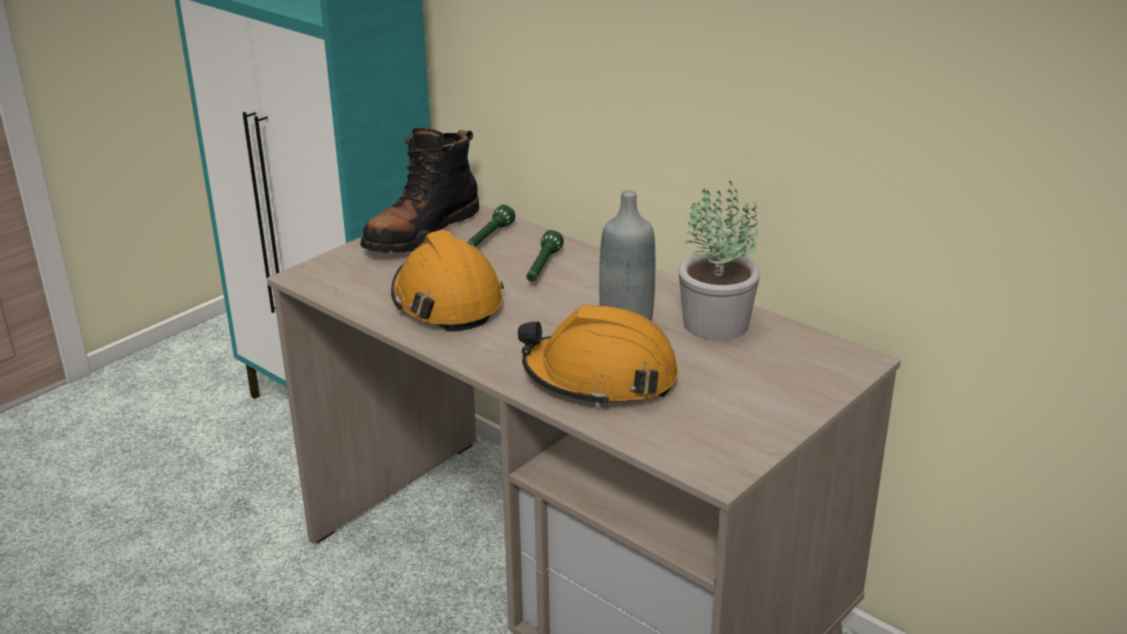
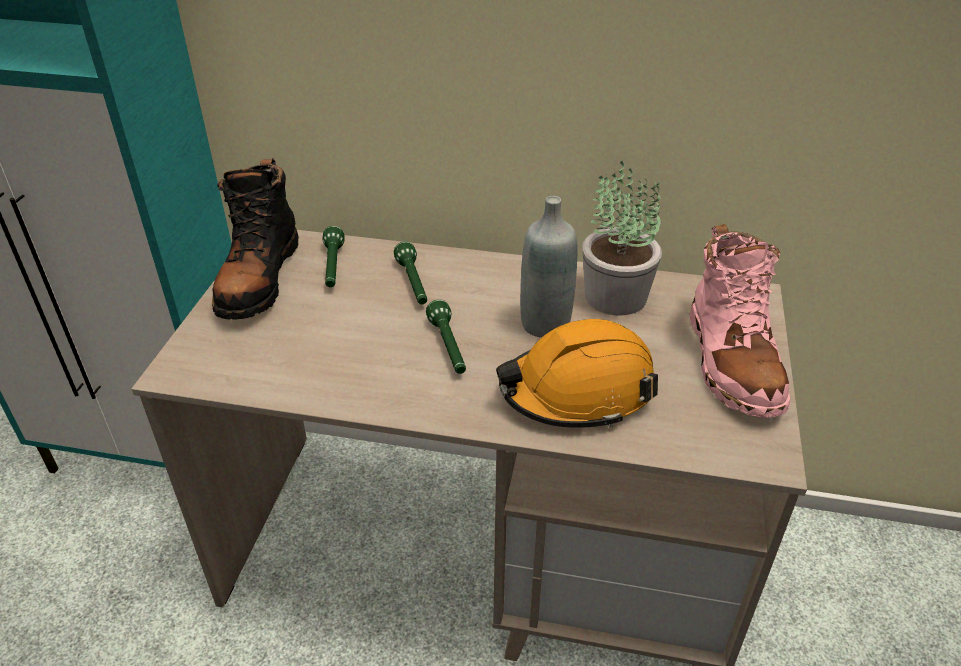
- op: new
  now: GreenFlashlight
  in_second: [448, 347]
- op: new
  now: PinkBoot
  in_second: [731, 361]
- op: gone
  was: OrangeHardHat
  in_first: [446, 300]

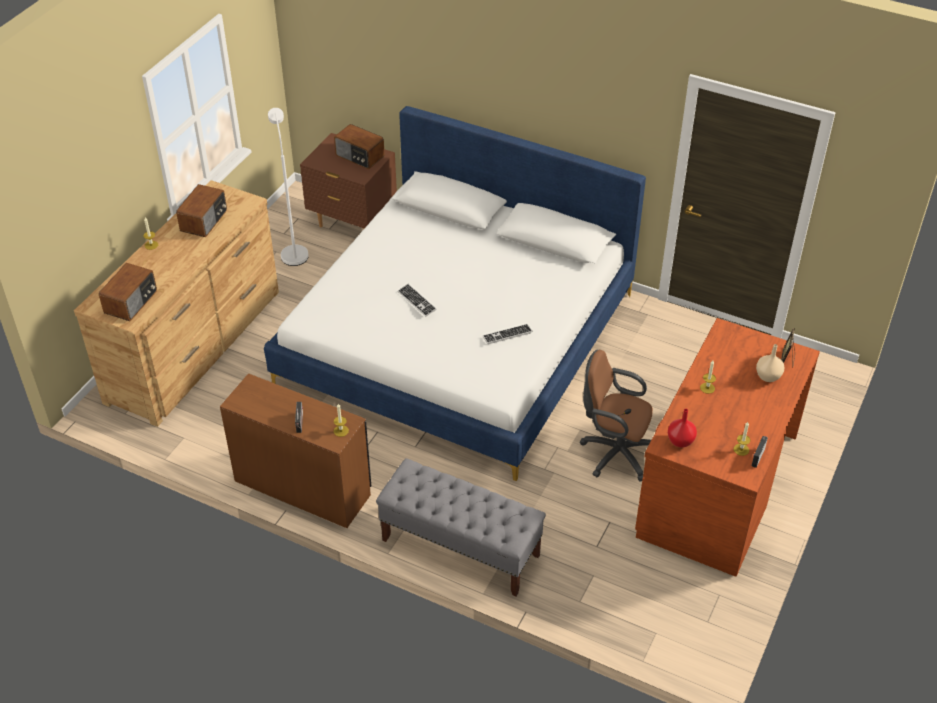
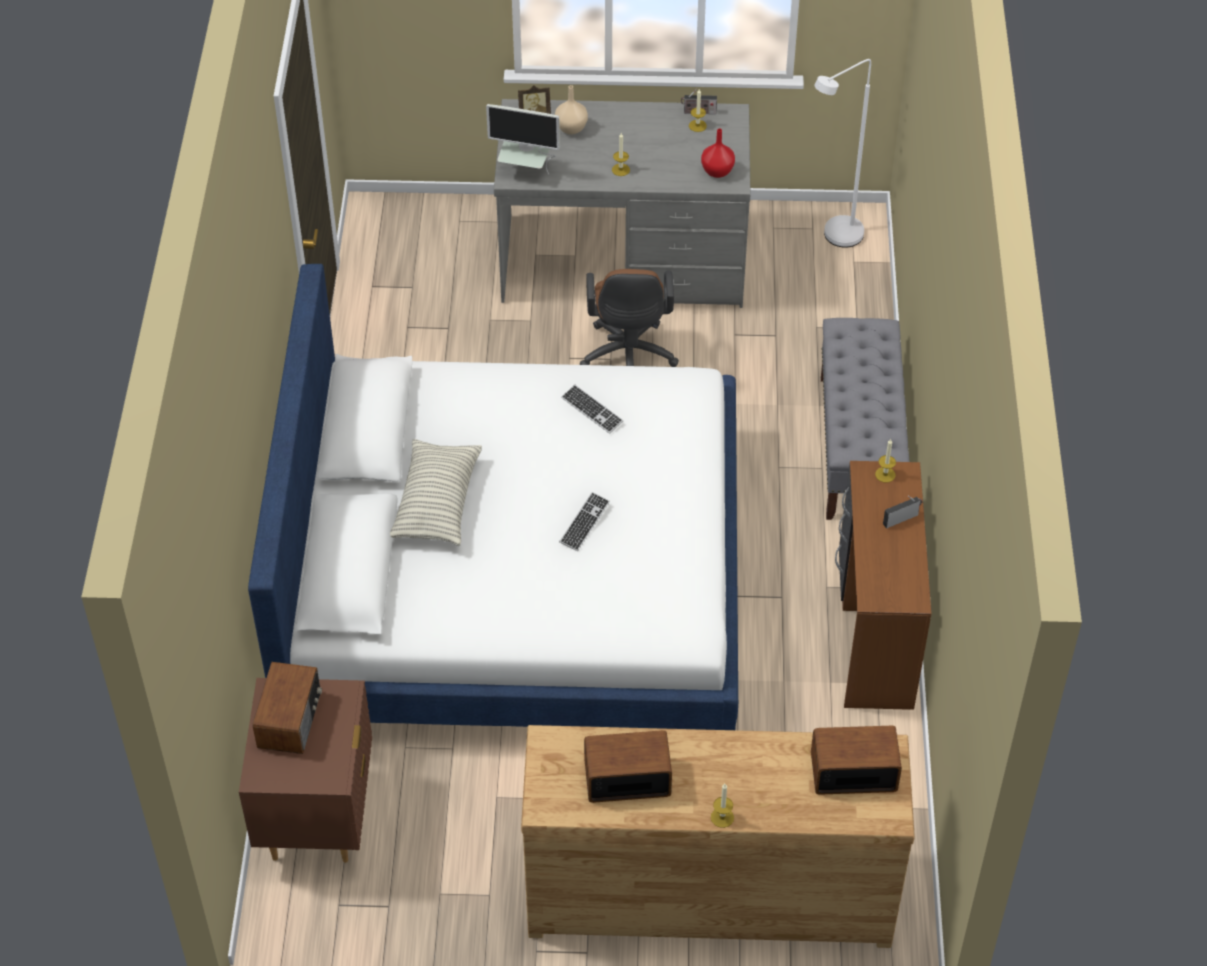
- op: new
  now: Pillow
  in_second: [437, 503]
- op: new
  now: Monitor
  in_second: [526, 170]
- op: repainted
  was: BrownDesk
  now: GreyDesk
  in_first: [716, 486]
  in_second: [624, 262]
- op: shifted
  was: WhiteFloorLamp
  in_first: [293, 252]
  in_second: [835, 238]

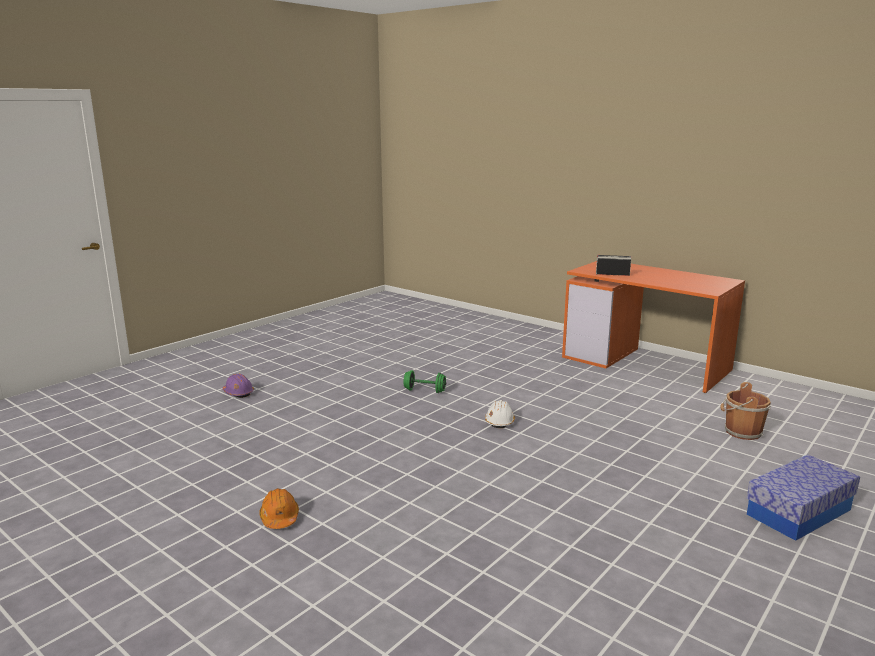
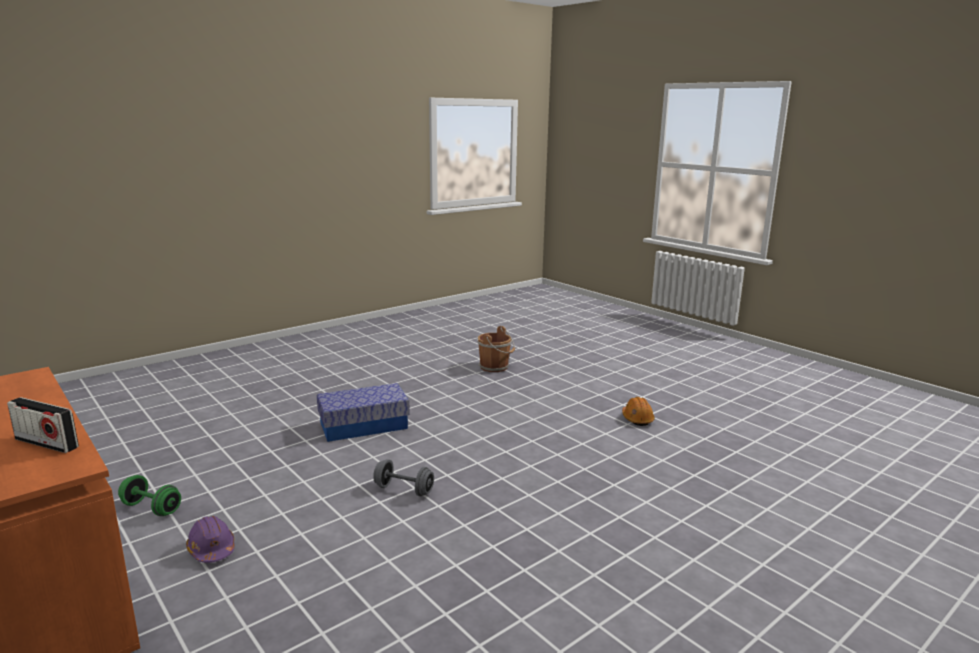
- op: shifted
  was: GreenDumbbell
  in_first: [424, 391]
  in_second: [151, 508]
- op: shifted
  was: PurpleHardHat
  in_first: [238, 393]
  in_second: [211, 549]
- op: shifted
  was: StorageBox
  in_first: [798, 512]
  in_second: [364, 425]
- op: swapped
  was: WhiteHardHat
  now: GreyDumbbell
  in_first: [499, 421]
  in_second: [404, 490]
- op: shifted
  was: BrownBucket
  in_first: [741, 432]
  in_second: [495, 367]

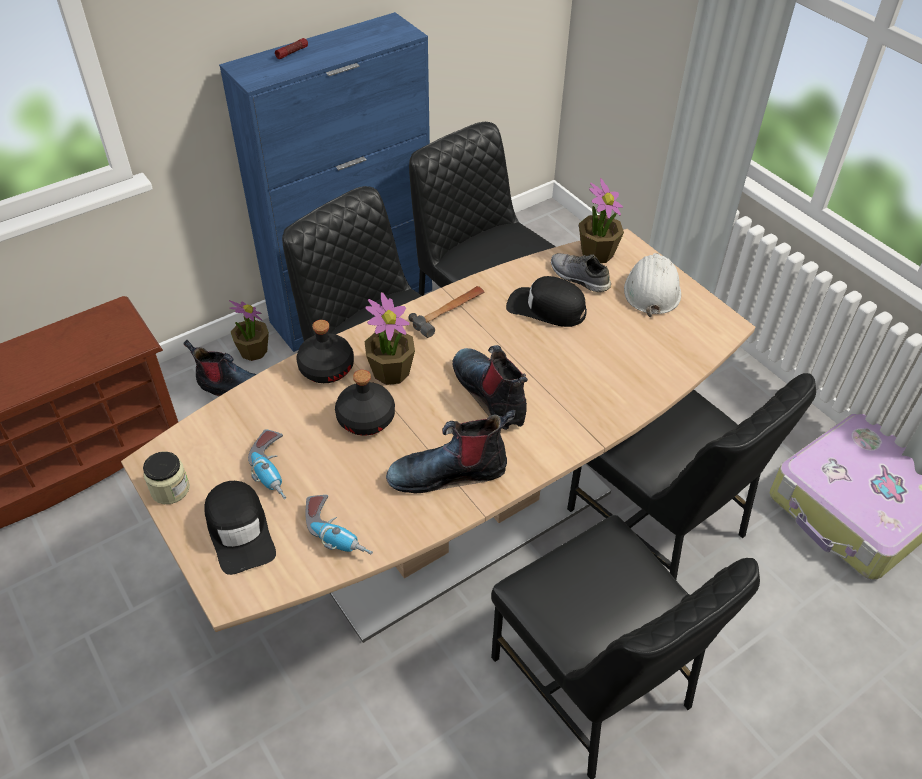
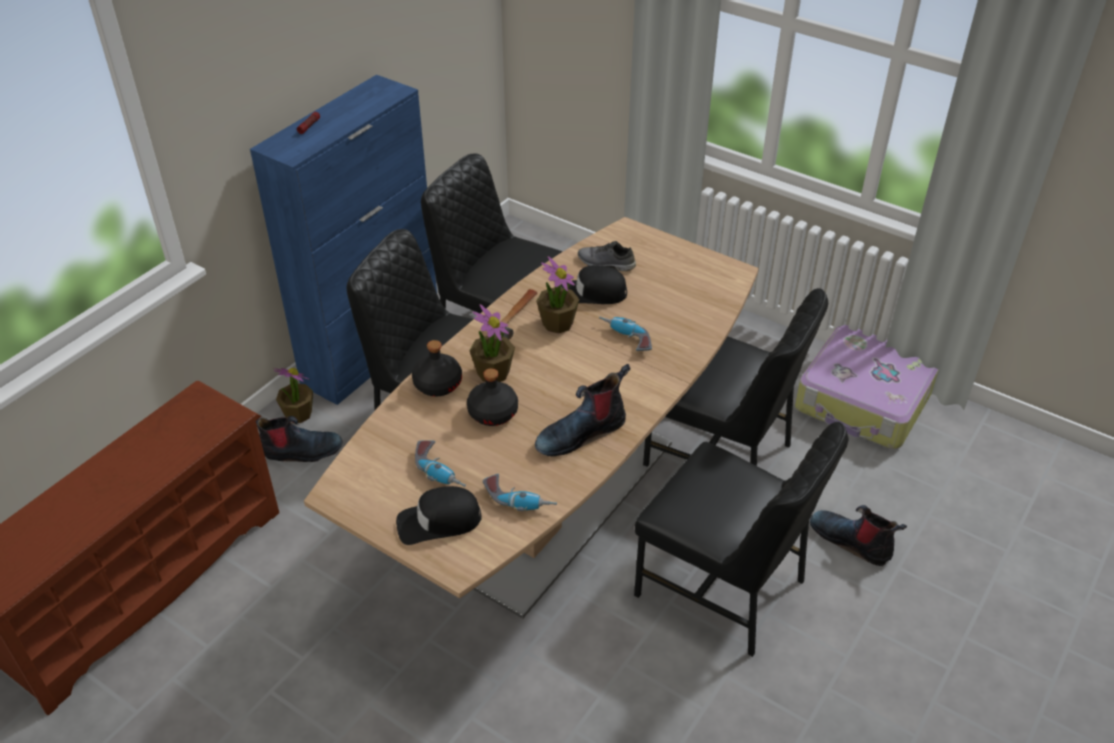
- op: rotated
  was: BlackCap
  in_first: [240, 531]
  in_second: [439, 521]
  clockwise: 120
- op: shifted
  was: PottedPlant
  in_first: [597, 253]
  in_second: [557, 323]
- op: new
  now: PowerDrill
  in_second: [625, 339]
- op: shifted
  was: Boot
  in_first: [491, 394]
  in_second: [852, 541]
- op: gone
  was: Jar
  in_first: [170, 489]
- op: gone
  was: WhiteHardHat
  in_first: [651, 290]

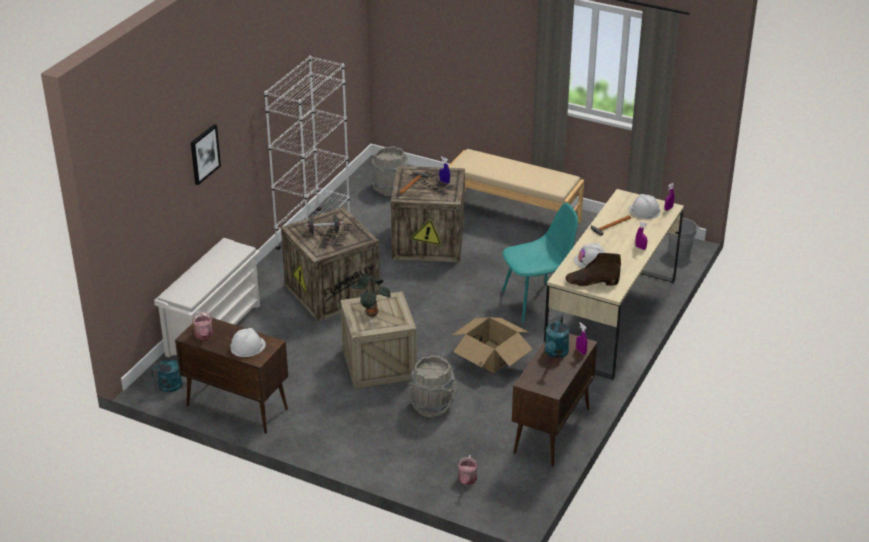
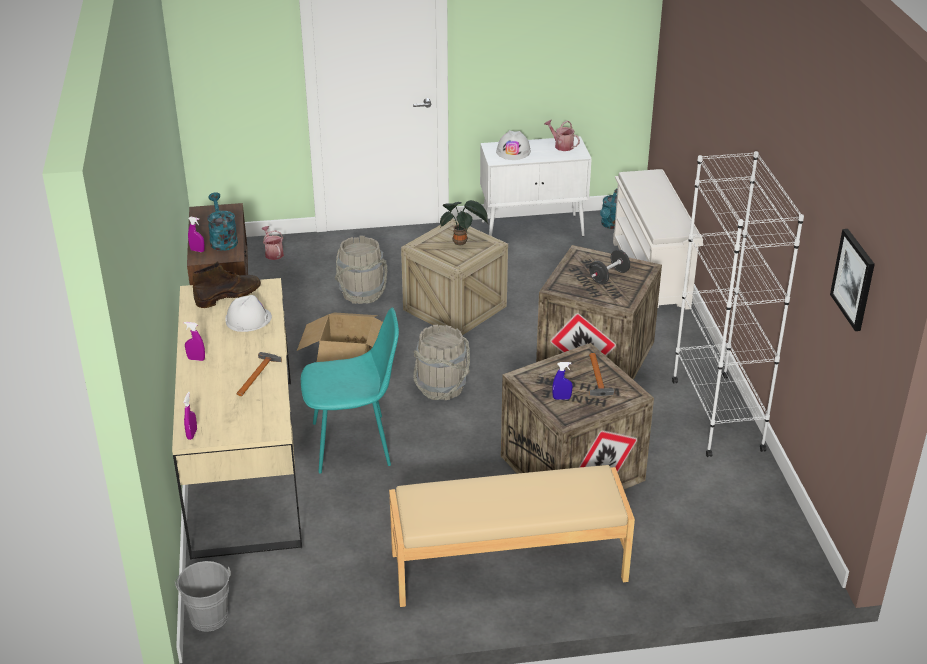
- op: rotated
  was: TurquoiseChair
  in_first: [537, 302]
  in_second: [354, 444]
  clockwise: -135
- op: shifted
  was: GreyBucket
  in_first: [390, 188]
  in_second: [442, 387]
- op: repainted
  was: BrownCabinet
  now: WhiteCabinet
  in_first: [236, 407]
  in_second: [533, 229]
- op: shifted
  was: Picture
  in_first: [204, 154]
  in_second: [854, 279]
- op: gone
  was: WhiteHardHat
  in_first: [644, 210]

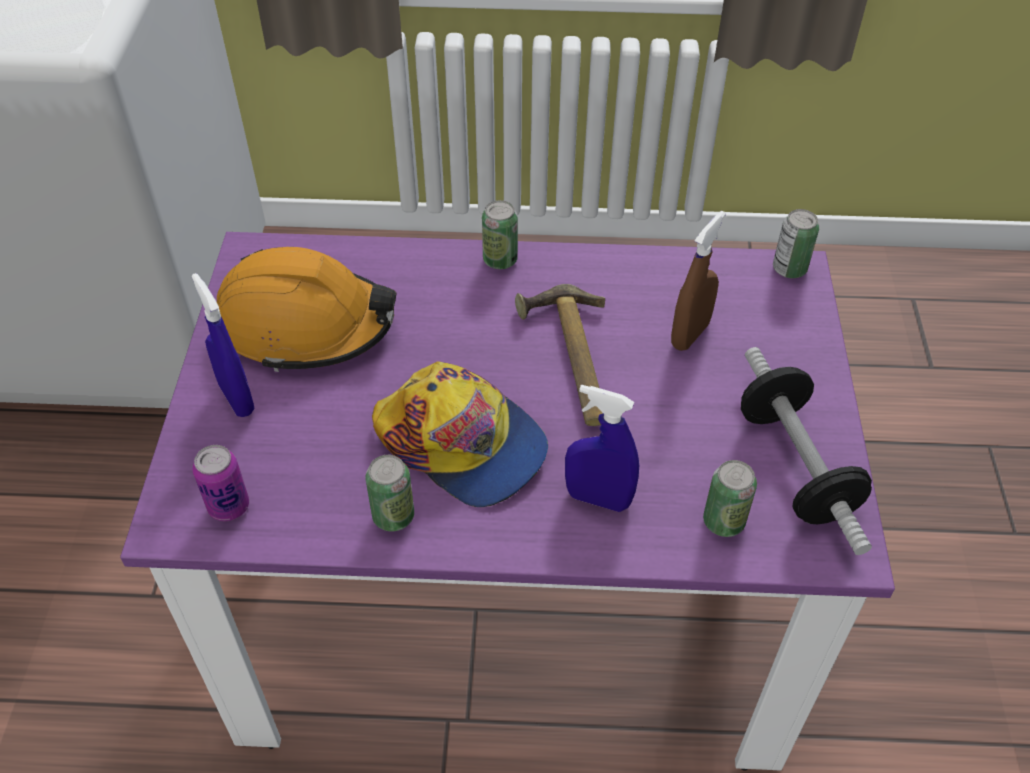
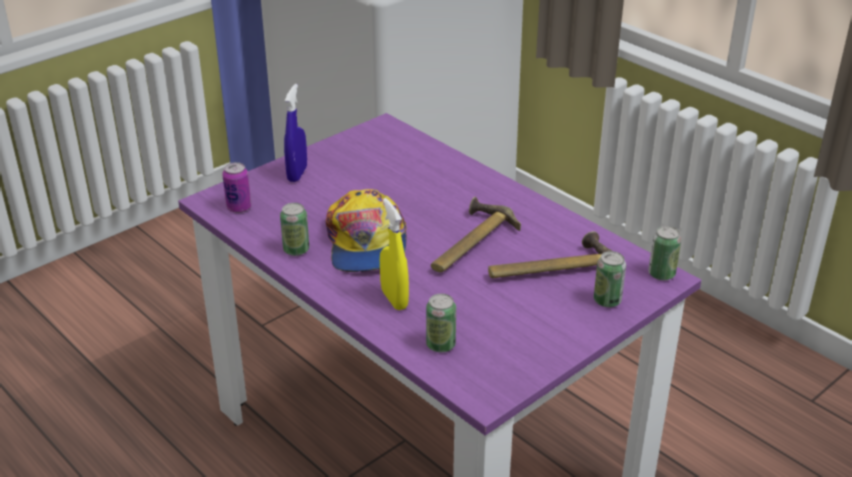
- op: repainted
  was: BlueSprayBottle
  now: YellowSprayBottle
  in_first: [598, 499]
  in_second: [394, 299]
- op: swapped
  was: BrownSprayBottle
  now: Hammer
  in_first: [690, 335]
  in_second: [550, 268]
- op: shifted
  was: Can
  in_first: [500, 260]
  in_second: [607, 301]
- op: gone
  was: OrangeHardHat
  in_first: [306, 325]
- op: gone
  was: Dumbbell
  in_first: [795, 467]

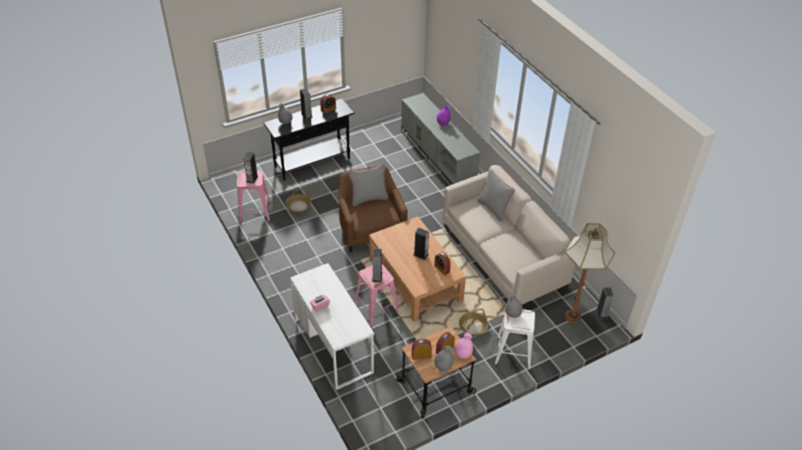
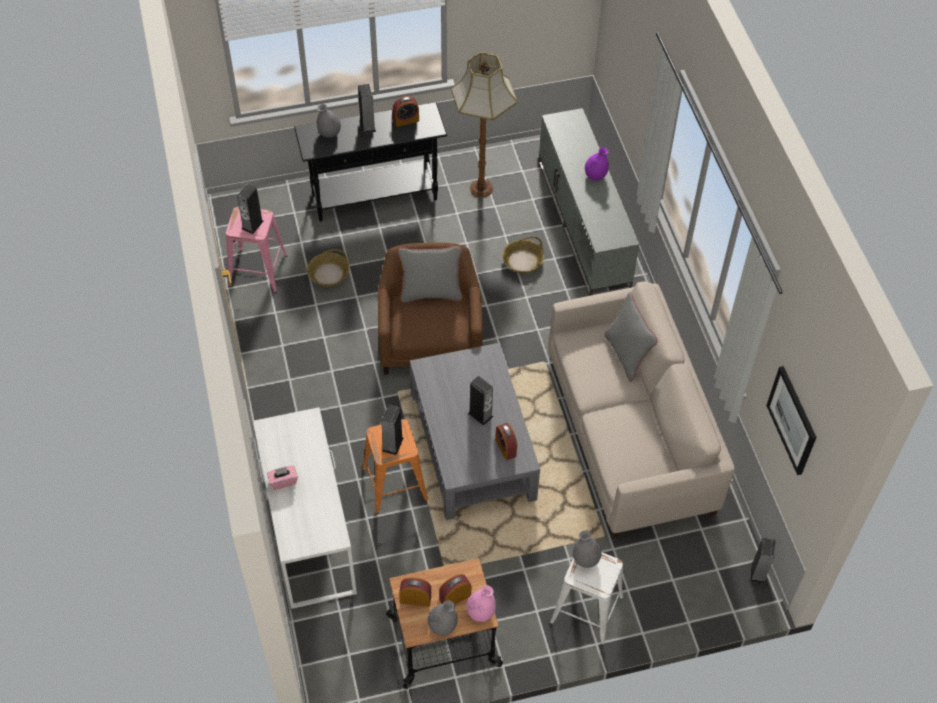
- op: repainted
  was: PinkStool
  now: OrangeStool
  in_first: [376, 309]
  in_second: [395, 484]
- op: repainted
  was: BrownCoffeeTable
  now: GreyCoffeeTable
  in_first: [415, 280]
  in_second: [473, 446]
- op: shifted
  was: FloorLamp
  in_first: [573, 316]
  in_second: [482, 188]
- op: shifted
  was: Basket
  in_first: [473, 327]
  in_second: [522, 261]
- op: new
  now: Picture
  in_second: [792, 420]

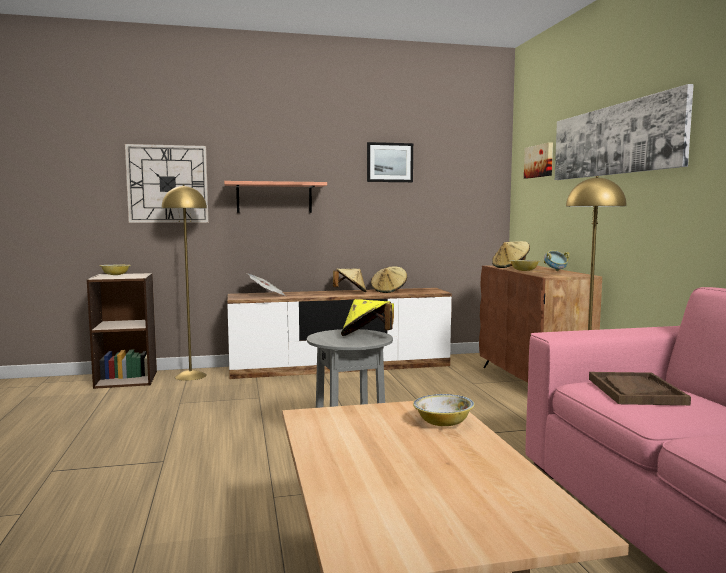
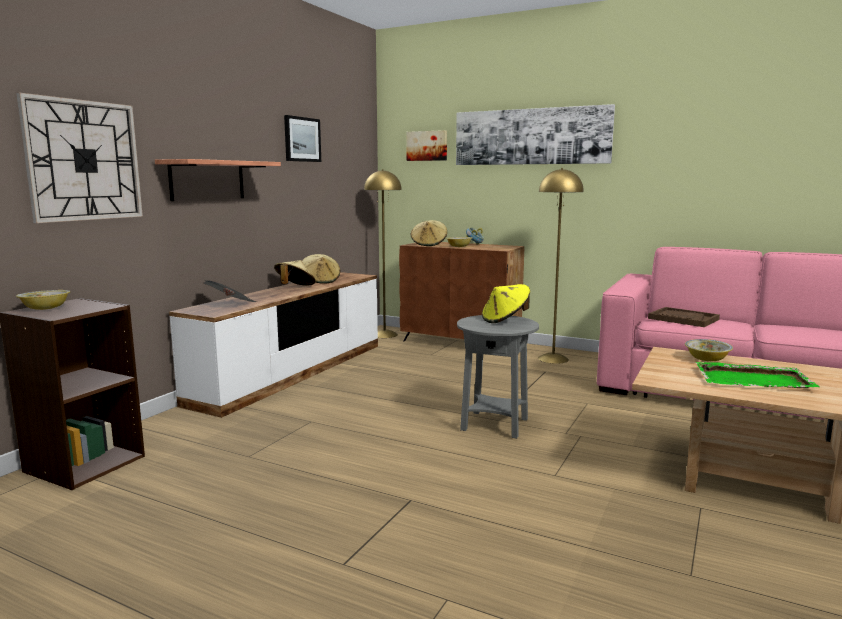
- op: shifted
  was: YellowFloorLamp
  in_first: [190, 376]
  in_second: [384, 334]
- op: new
  now: GreenTray
  in_second: [754, 380]

